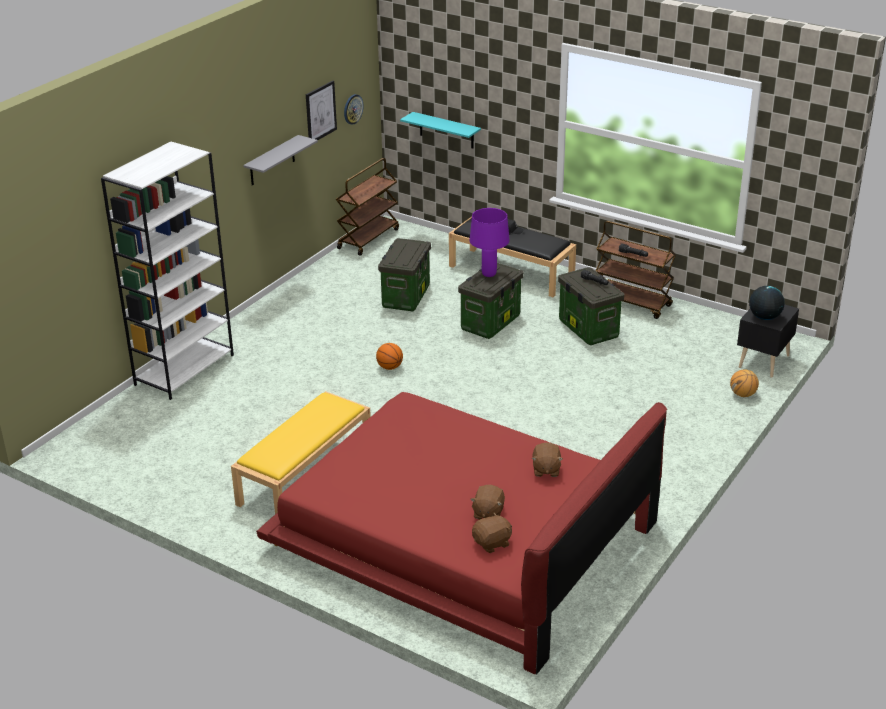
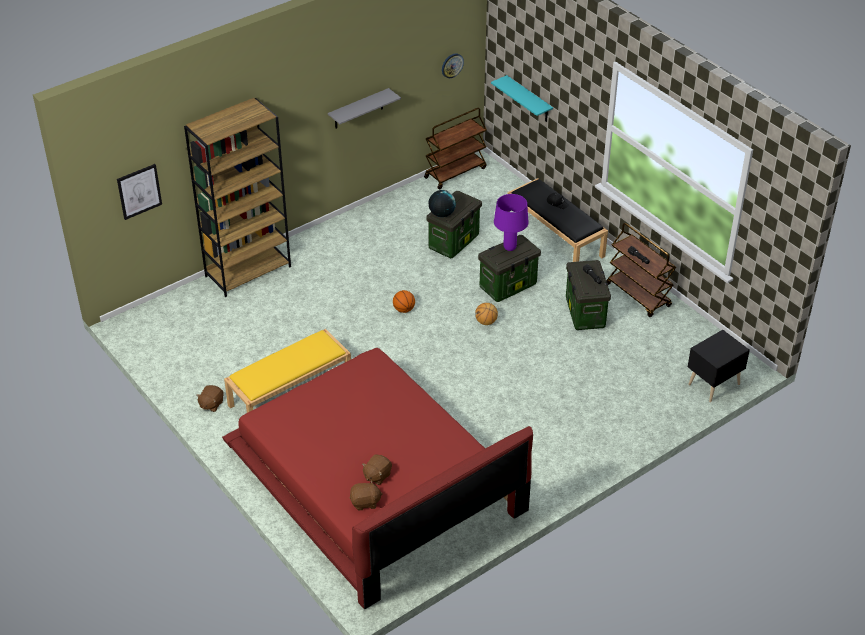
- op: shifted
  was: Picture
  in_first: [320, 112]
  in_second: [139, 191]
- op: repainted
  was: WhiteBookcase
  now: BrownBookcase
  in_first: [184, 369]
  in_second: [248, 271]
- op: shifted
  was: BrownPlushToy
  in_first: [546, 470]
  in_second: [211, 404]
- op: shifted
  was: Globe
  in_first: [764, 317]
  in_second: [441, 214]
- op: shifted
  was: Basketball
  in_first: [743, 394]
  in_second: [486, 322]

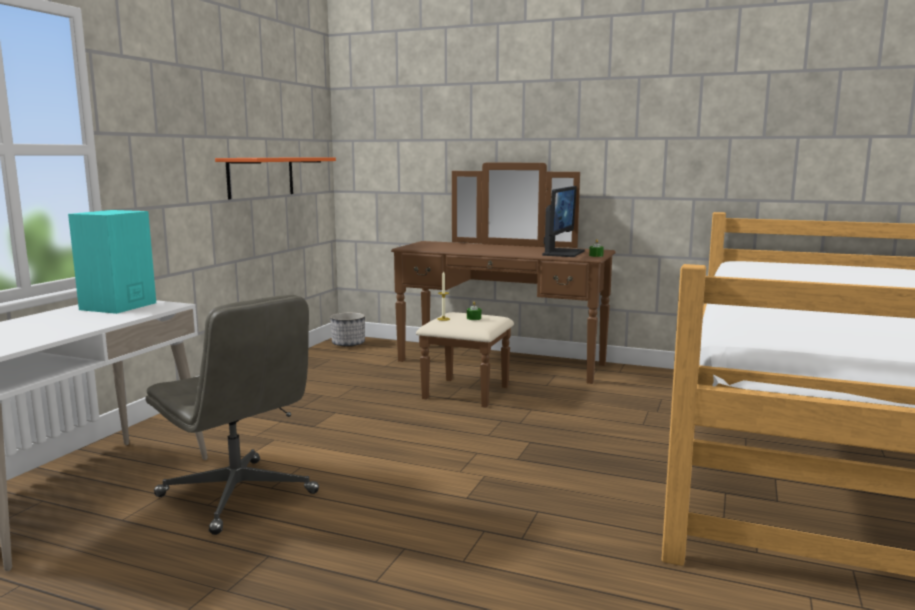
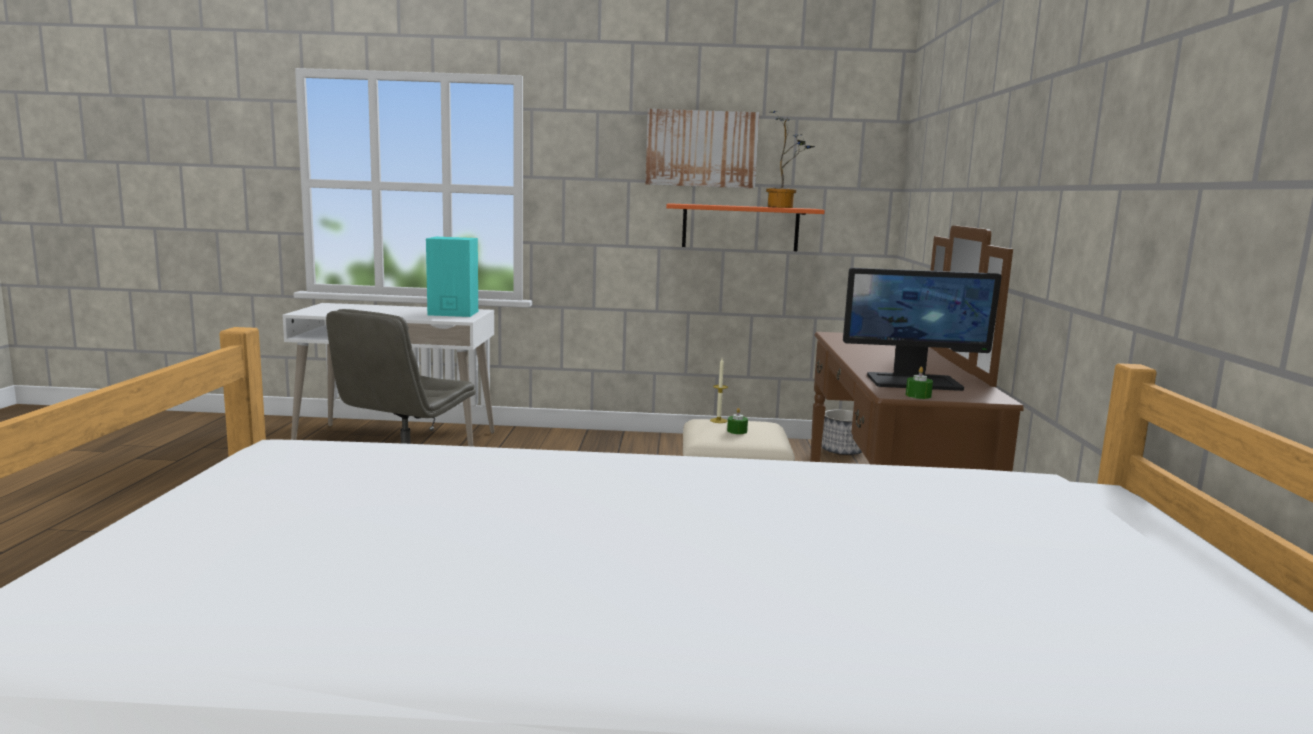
- op: new
  now: Picture
  in_second: [701, 149]
- op: new
  now: PottedPlant
  in_second: [784, 207]

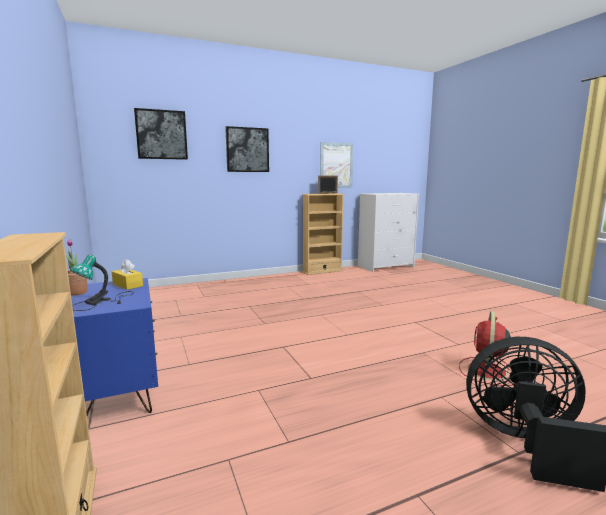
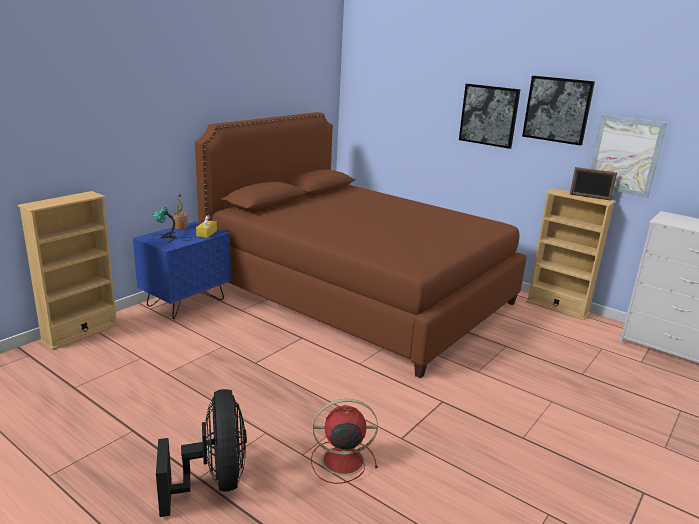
- op: new
  now: BrownBed
  in_second: [359, 293]
- op: shifted
  was: Picture
  in_first: [161, 134]
  in_second: [557, 110]

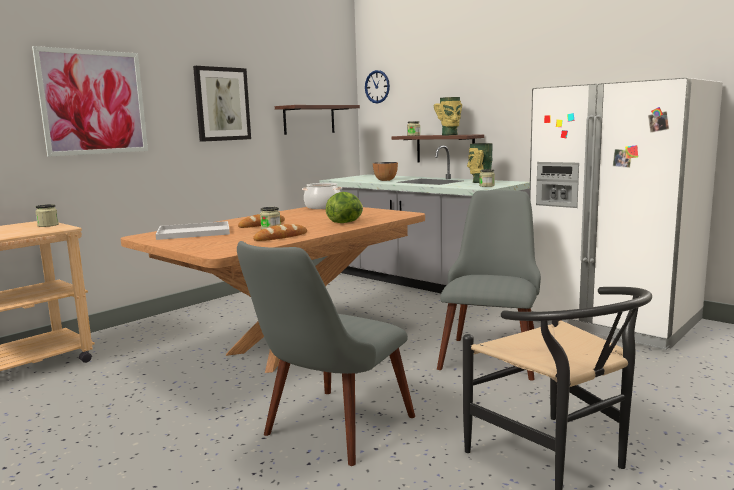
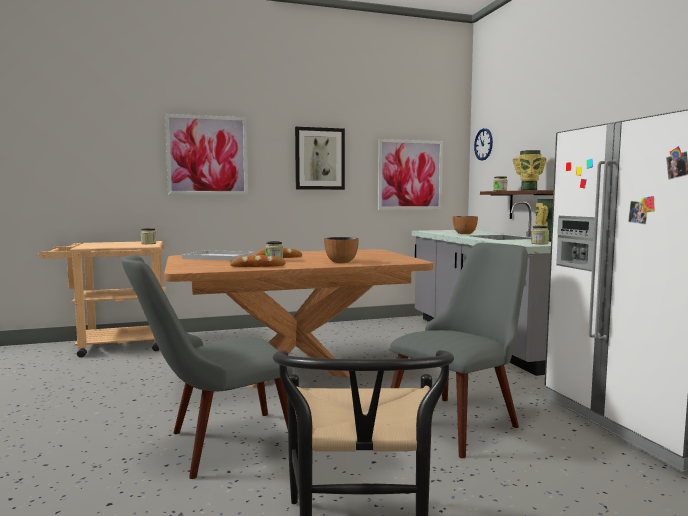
- op: swapped
  was: Lettuce
  now: Bowl
  in_first: [346, 222]
  in_second: [341, 262]
- op: swapped
  was: Shelf
  now: Picture
  in_first: [309, 120]
  in_second: [410, 175]
- op: gone
  was: CookingPot
  in_first: [323, 207]

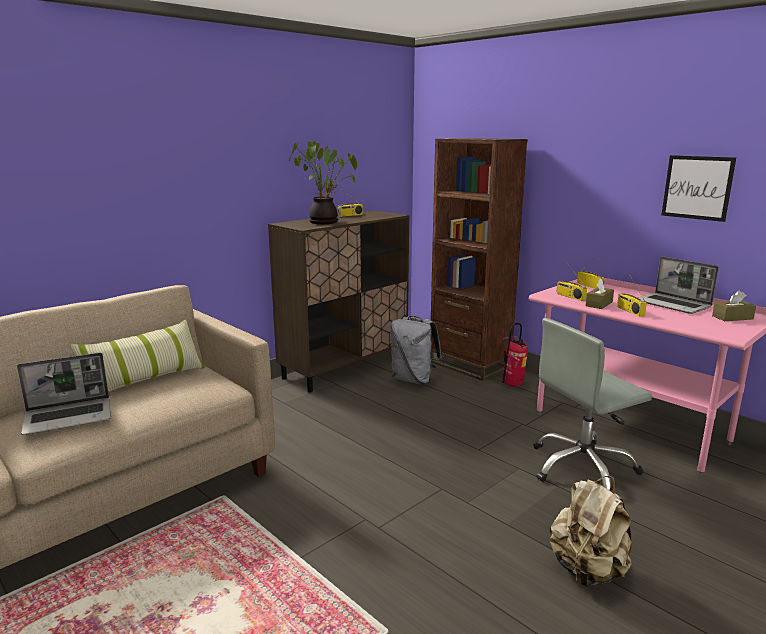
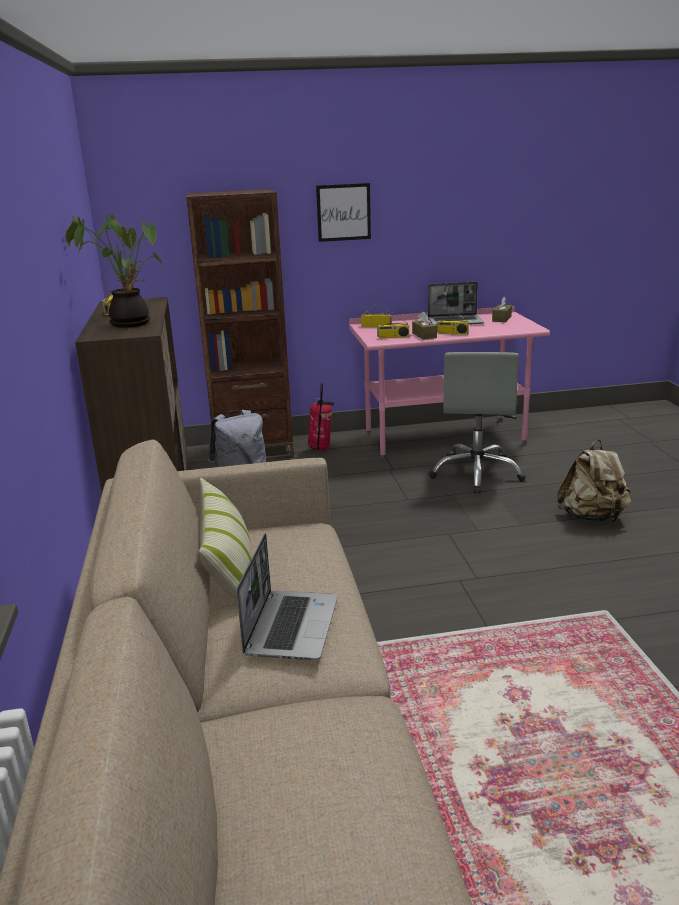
- op: shifted
  was: Picture
  in_first: [697, 187]
  in_second: [343, 212]

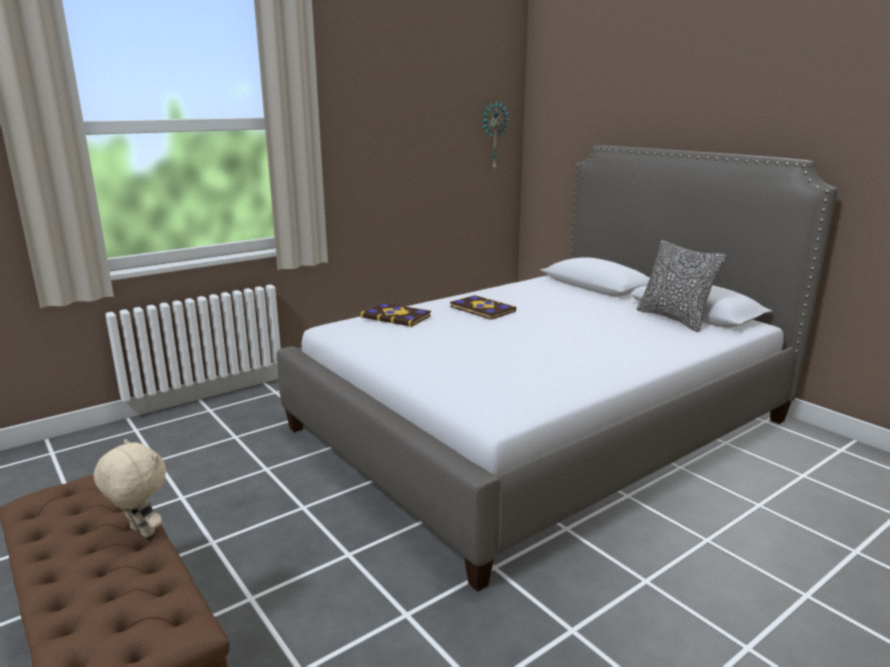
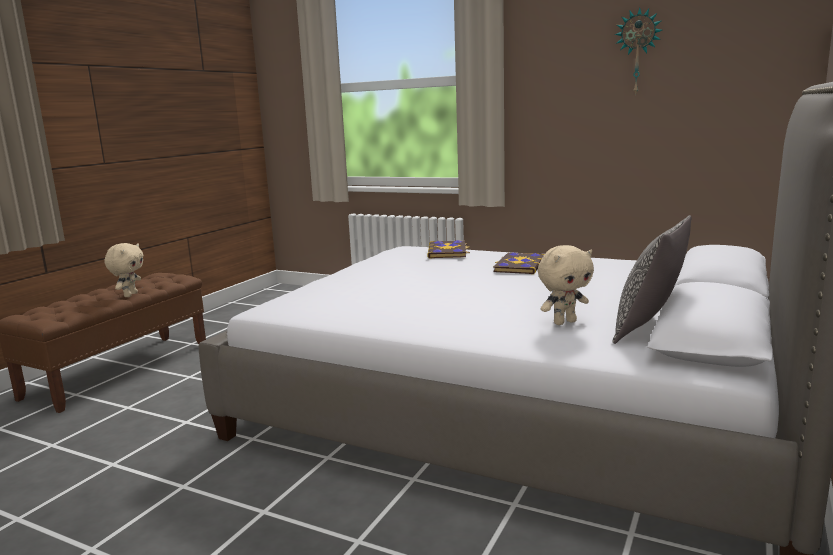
- op: new
  now: BeigePlushToy
  in_second: [564, 322]
- op: shifted
  was: WallClock
  in_first: [493, 135]
  in_second: [638, 52]

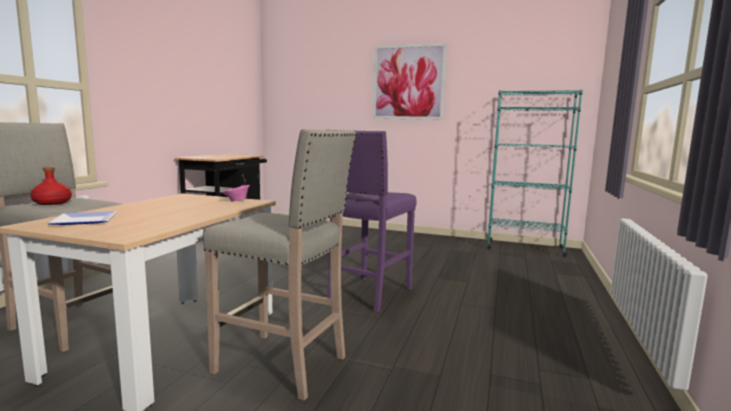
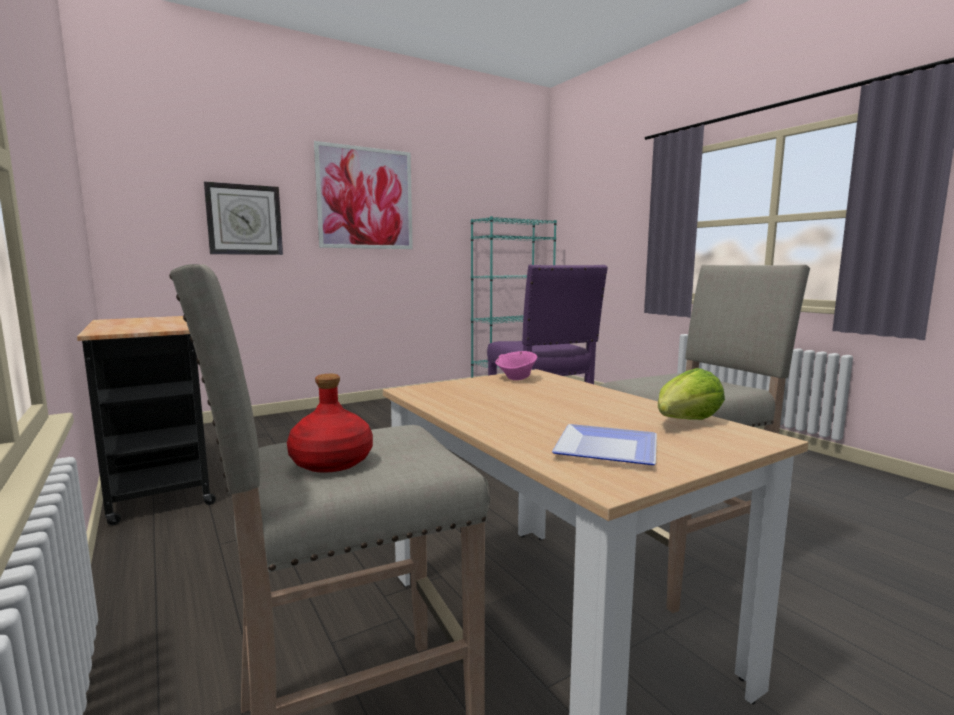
- op: new
  now: WallClock
  in_second: [244, 220]
- op: new
  now: Lettuce
  in_second: [686, 423]

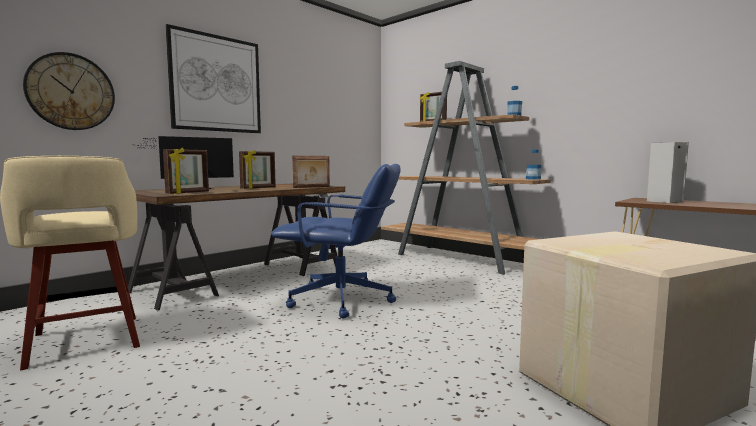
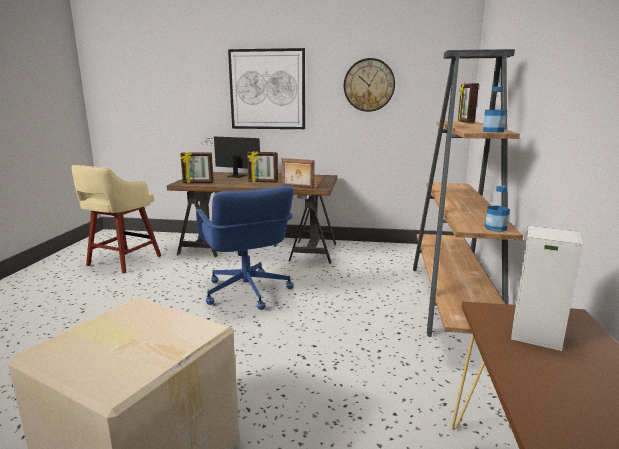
- op: shifted
  was: WallClock
  in_first: [71, 92]
  in_second: [369, 85]

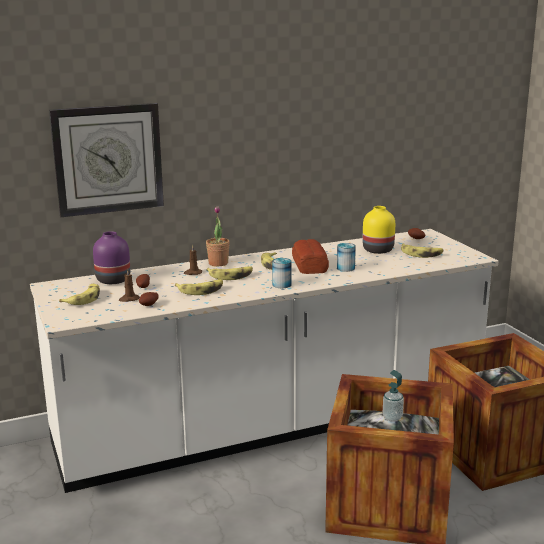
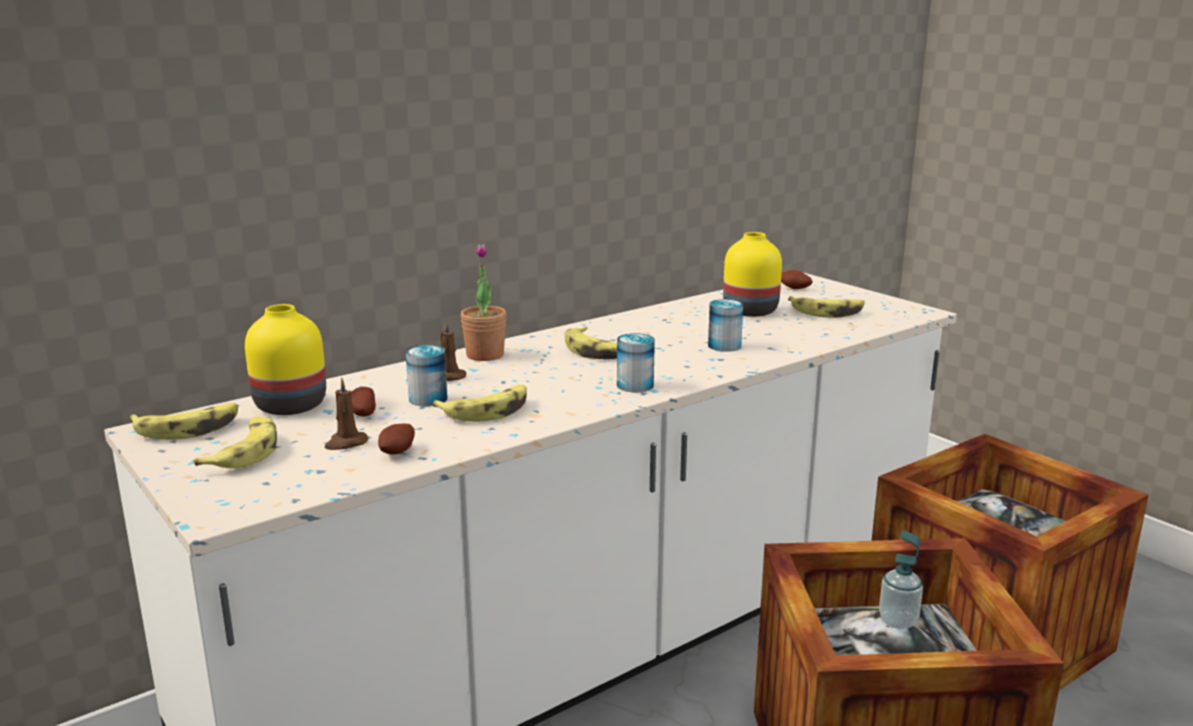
- op: shifted
  was: Banana
  in_first: [231, 276]
  in_second: [188, 429]
- op: repainted
  was: PurpleVase
  now: YellowVase
  in_first: [114, 280]
  in_second: [292, 405]
- op: new
  now: Can
  in_second: [428, 399]
- op: gone
  was: WallClock
  in_first: [108, 159]
- op: gone
  was: Bread
  in_first: [310, 264]

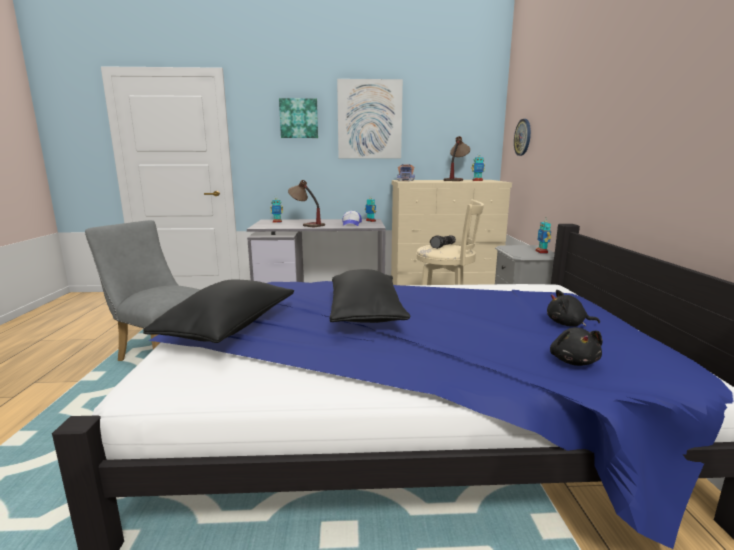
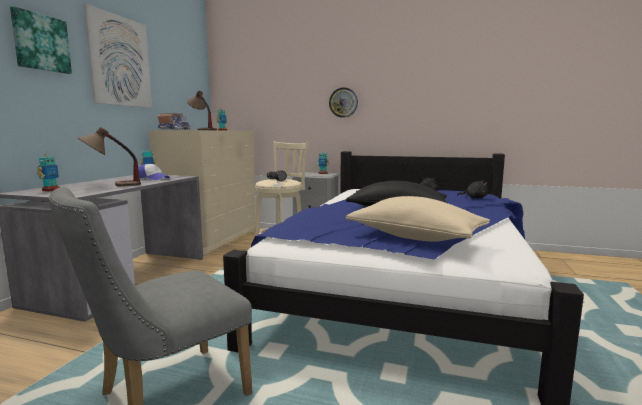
- op: shifted
  was: WallClock
  in_first: [523, 137]
  in_second: [343, 102]
- op: repainted
  was: BlackPillow
  now: BeigePillow
  in_first: [230, 329]
  in_second: [415, 237]

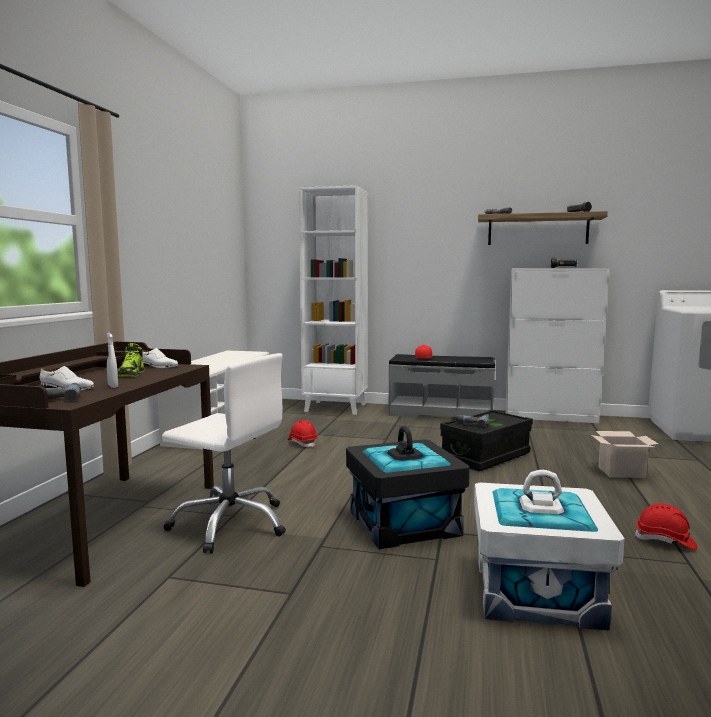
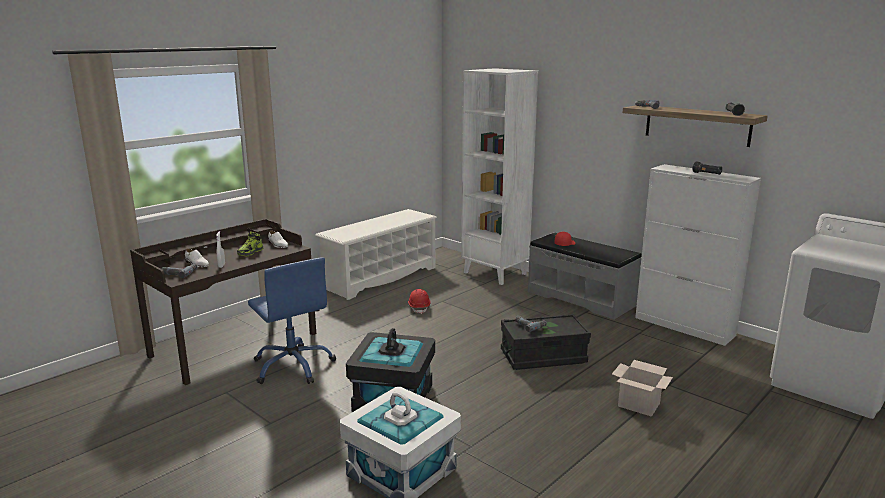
- op: repainted
  was: WhiteOfficeChair
  now: BlueOfficeChair
  in_first: [230, 523]
  in_second: [293, 366]
- op: gone
  was: RedHardHat
  in_first: [665, 541]

